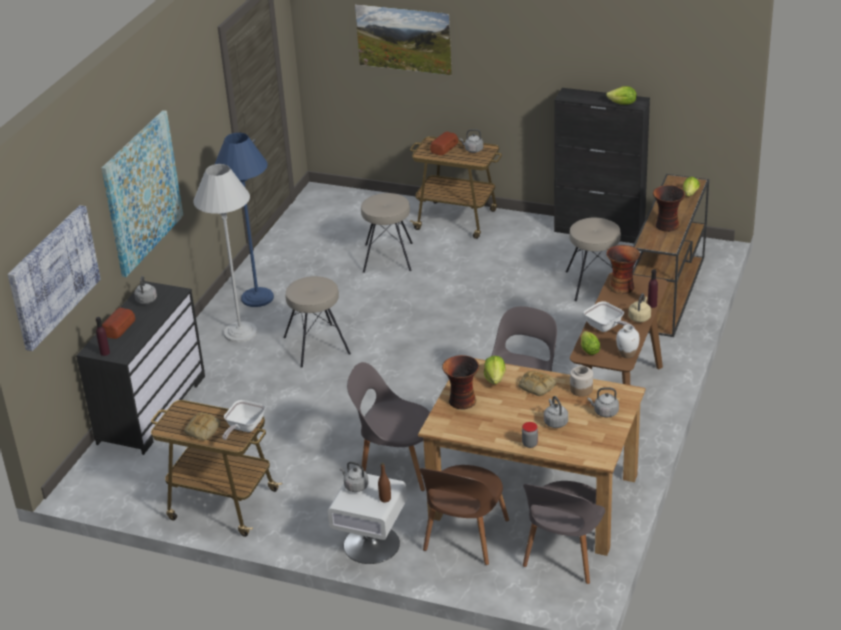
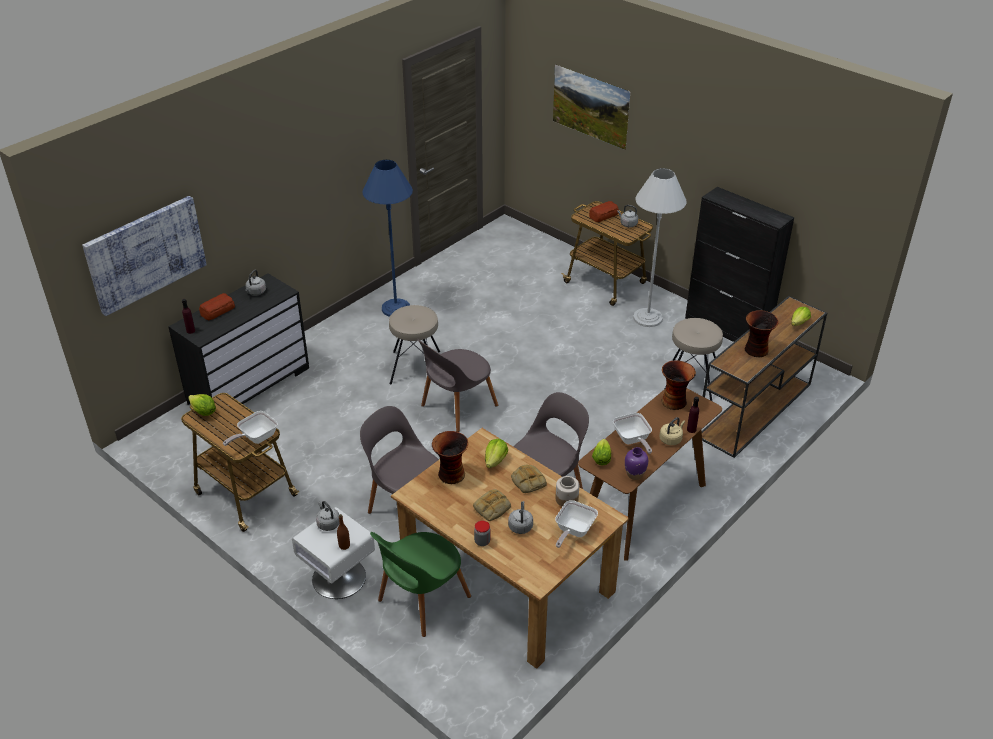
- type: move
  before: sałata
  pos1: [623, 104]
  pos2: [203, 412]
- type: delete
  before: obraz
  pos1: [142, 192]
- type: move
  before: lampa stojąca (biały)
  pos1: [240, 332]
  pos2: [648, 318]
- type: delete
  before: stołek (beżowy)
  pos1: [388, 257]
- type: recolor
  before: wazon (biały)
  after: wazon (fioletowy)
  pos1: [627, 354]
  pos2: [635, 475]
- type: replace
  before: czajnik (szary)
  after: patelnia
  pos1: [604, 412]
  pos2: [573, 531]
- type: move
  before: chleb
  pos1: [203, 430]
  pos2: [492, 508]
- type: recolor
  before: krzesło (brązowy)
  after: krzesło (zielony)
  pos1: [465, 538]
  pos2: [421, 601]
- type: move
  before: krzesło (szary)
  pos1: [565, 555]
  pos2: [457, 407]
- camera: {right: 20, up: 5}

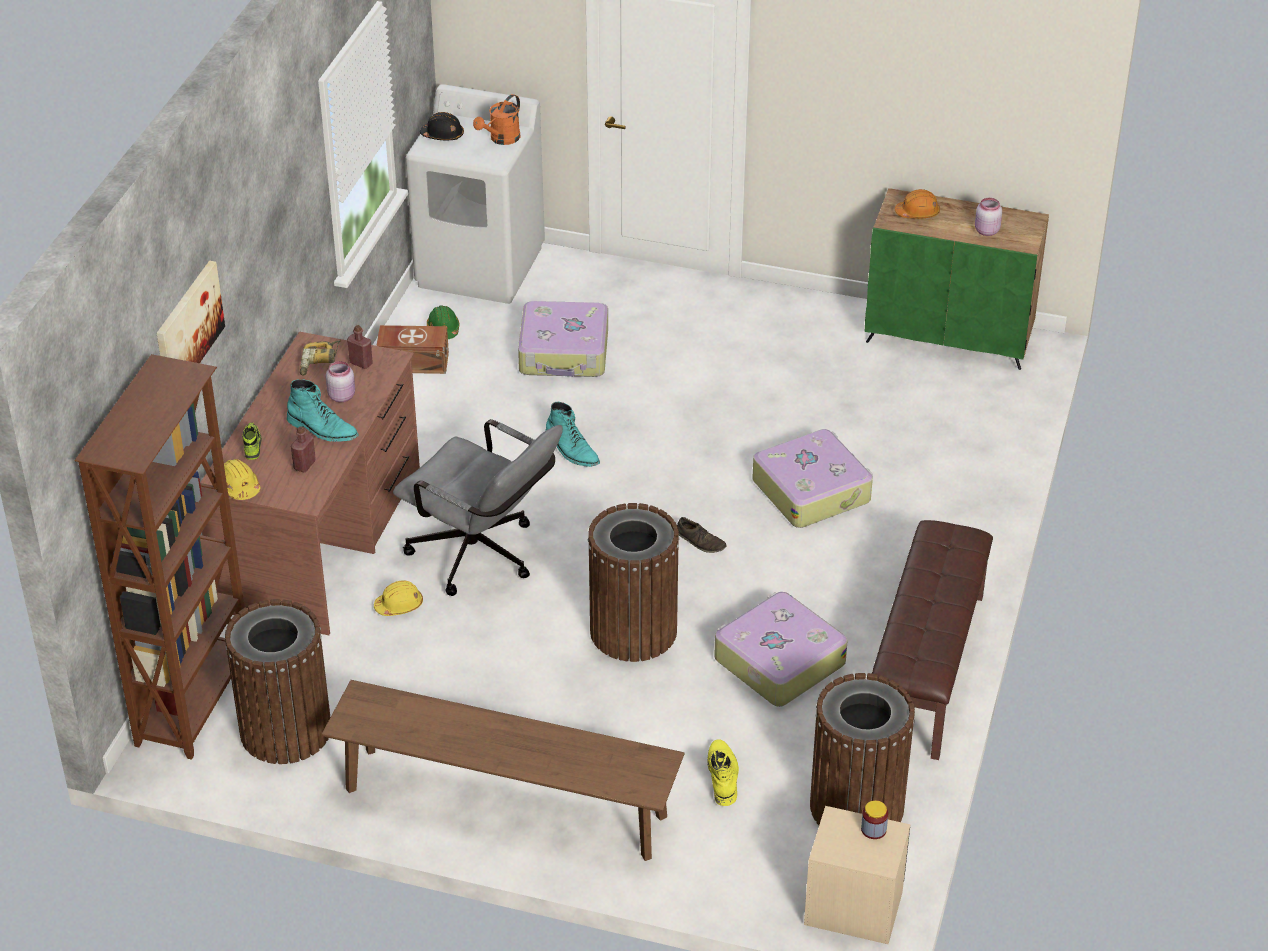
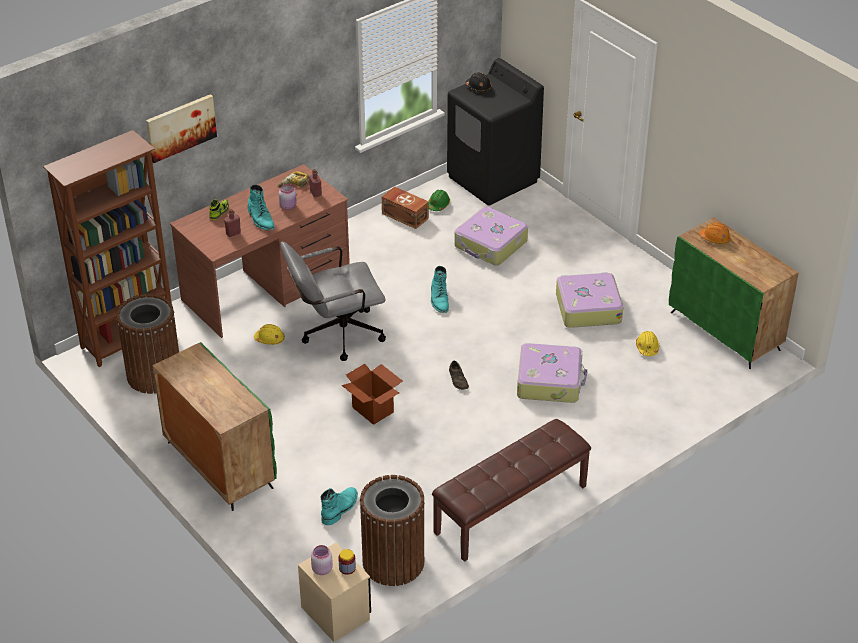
- type: recolor
  before: pralka (biały)
  after: pralka (czarny)
  pos1: [481, 267]
  pos2: [493, 179]
- type: delete
  before: konewka (pomarańczowy)
  pos1: [501, 139]
- type: move
  before: słoik (różowy)
  pos1: [986, 231]
  pos2: [321, 569]
- type: rotate
  before: krzesło biurowe (szary)
  pos1: [482, 558]
  pos2: [335, 334]
  turn: 90
- type: move
  before: kask (żółty)
  pos1: [238, 487]
  pos2: [647, 347]
- type: replace
  before: kosz na śmieci (brązowy)
  after: karton
  pos1: [633, 631]
  pos2: [373, 410]
- type: move
  before: walizka
  pos1: [778, 661]
  pos2: [587, 308]
- type: replace
  before: ławka (brązowy)
  after: szafka (zielony)
  pos1: [505, 803]
  pos2: [219, 464]
- type: recolor
  before: but z cholewką (żółty)
  after: but z cholewką (turkusowy)
  pos1: [722, 776]
  pos2: [340, 508]
- camera: {right: 35, up: 0}

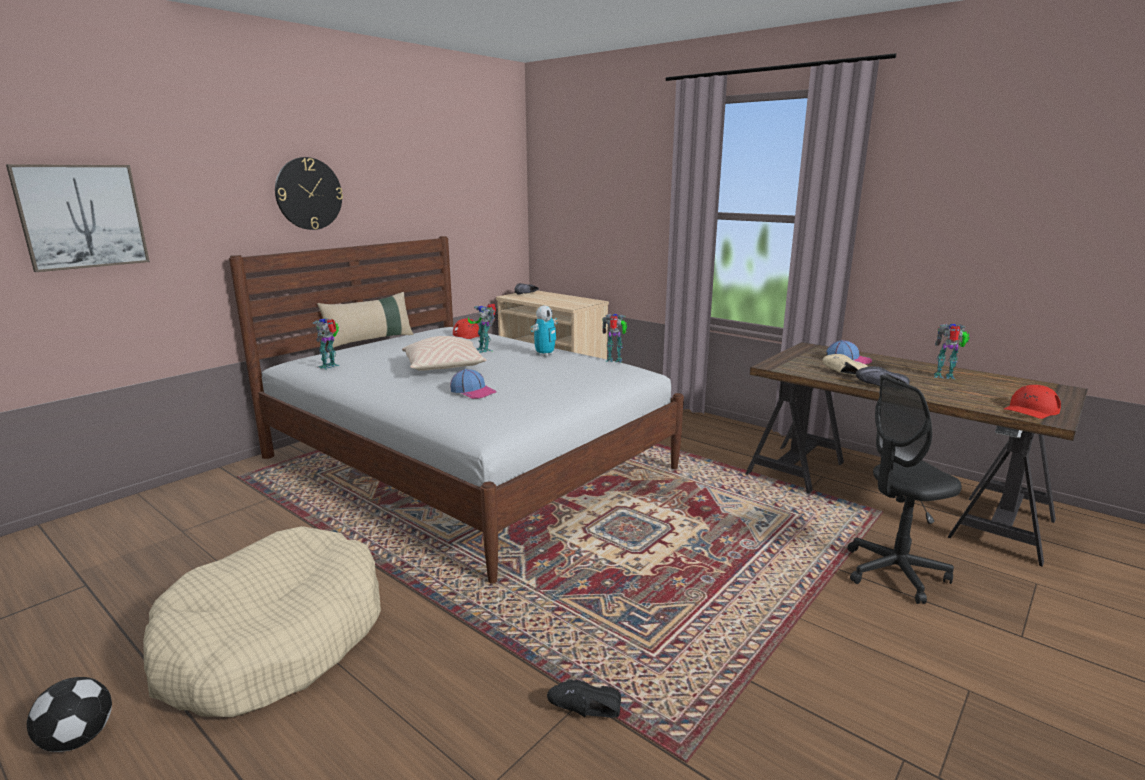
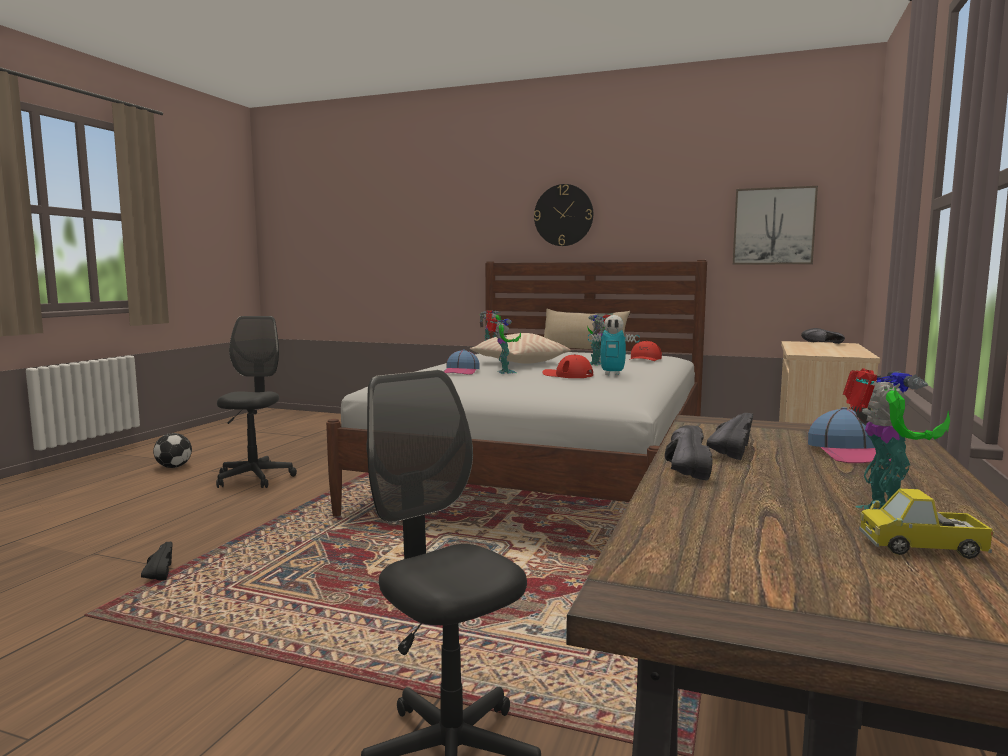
- type: move
  before: obraz
  pos1: [82, 216]
  pos2: [773, 226]
- type: move
  before: robot zabawkowy
  pos1: [615, 360]
  pos2: [504, 372]
- type: recolor
  before: but (beżowy)
  after: but (czarny)
  pos1: [843, 374]
  pos2: [728, 450]
- type: move
  before: czapka z daszkiem (czerwony)
  pos1: [1031, 410]
  pos2: [567, 375]
- type: replace
  before: legowisko (beżowy)
  after: krzesło biurowe (czarny)
  pos1: [274, 640]
  pos2: [254, 478]
- type: insert
  after: ciężarówka zabawkowa
  pos2: [921, 547]
- camera: {right: 70, up: -10}

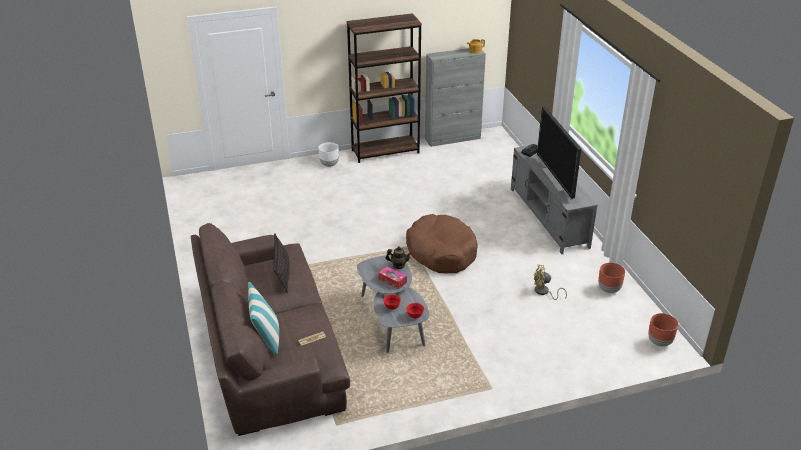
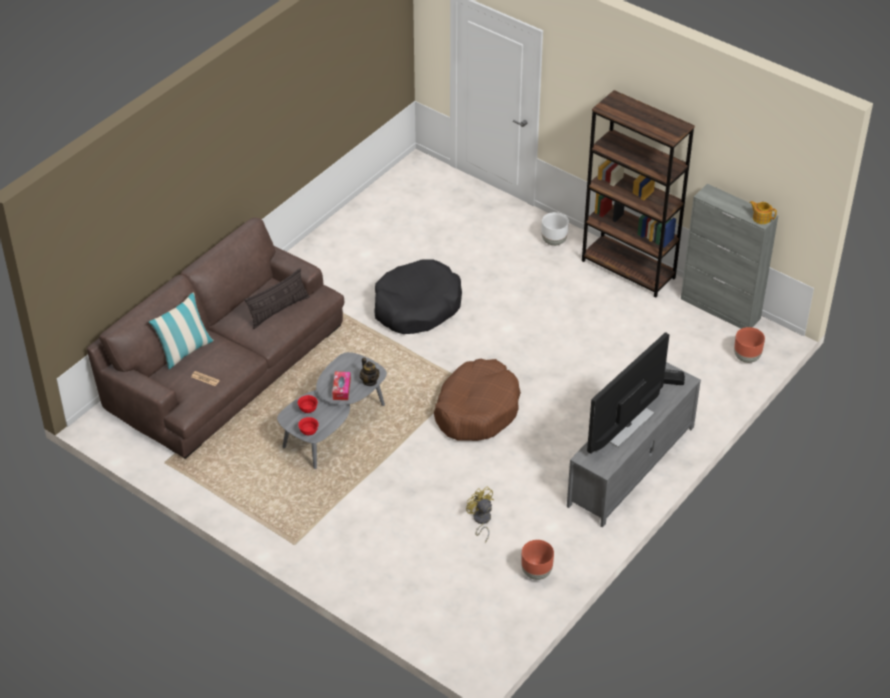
- type: move
  before: donica (brązowy)
  pos1: [660, 342]
  pos2: [747, 358]
- type: insert
  after: legowisko (czarny)
  pos2: [416, 307]
- camera: {right: 55, up: 10}

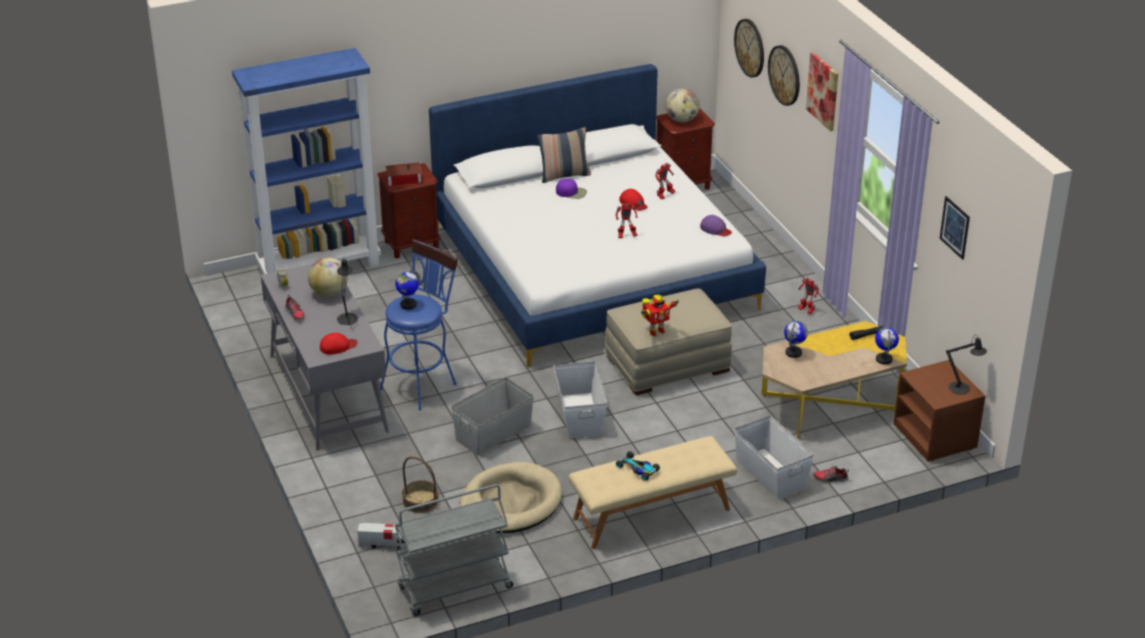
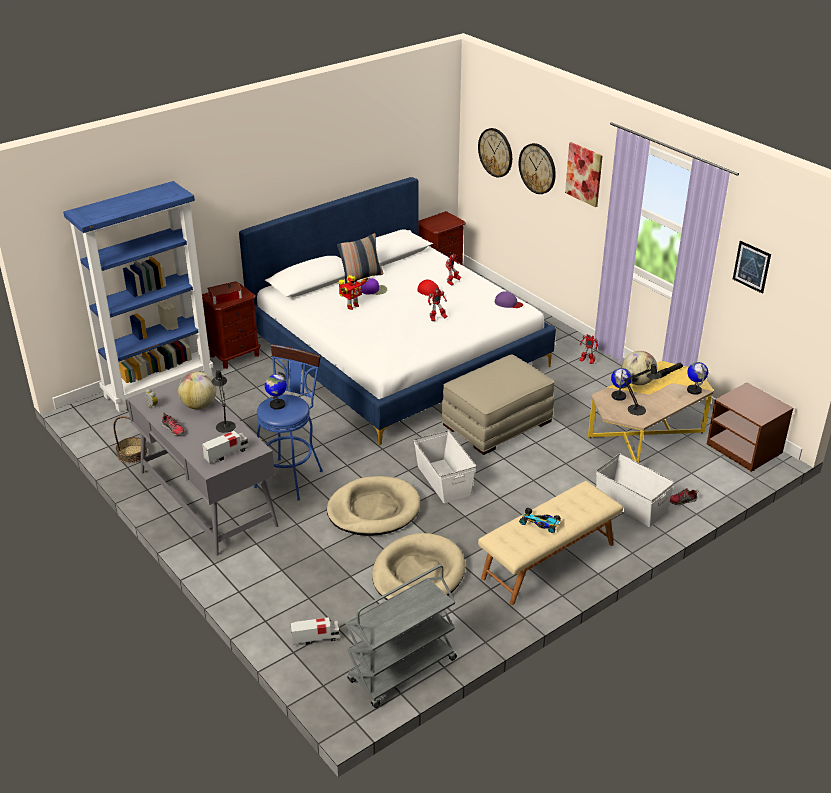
- type: move
  before: globus
  pos1: [682, 120]
  pos2: [637, 382]
- type: move
  before: robot zabawkowy
  pos1: [656, 331]
  pos2: [352, 306]
- type: replace
  before: czapka z daszkiem (czerwony)
  after: ciężarówka zabawkowa
  pos1: [338, 346]
  pos2: [226, 454]
- type: move
  before: lampa stołowa (czarny)
  pos1: [962, 389]
  pos2: [639, 410]
- type: replace
  before: pojemnik do przechowywania (szary)
  after: legowisko (beżowy)
  pos1: [493, 432]
  pos2: [373, 510]
- type: move
  before: koszyk
  pos1: [420, 501]
  pos2: [132, 454]
- camera: {right: -15, up: 0}

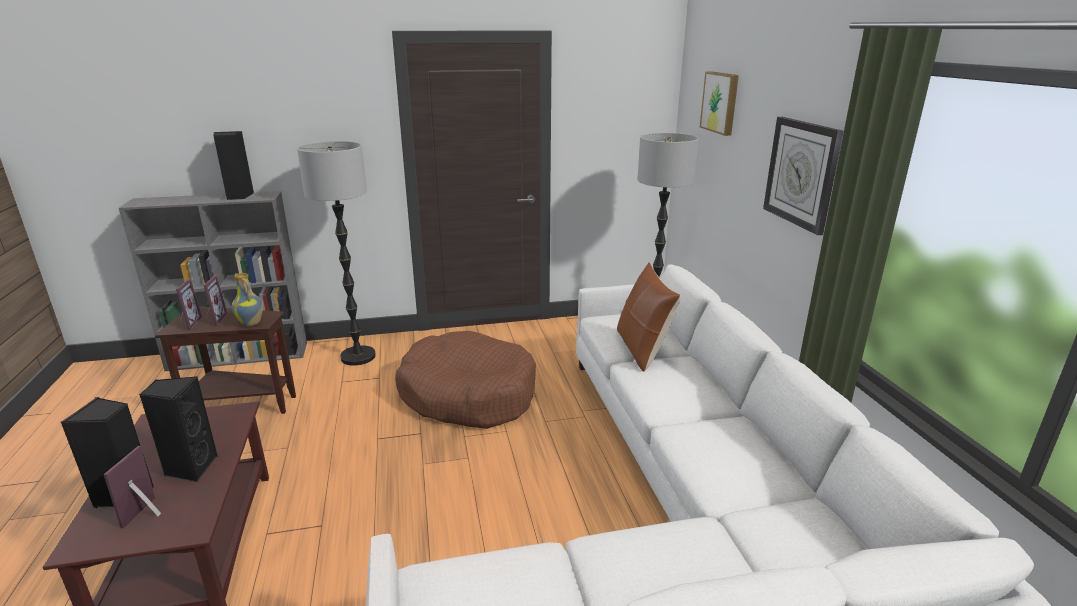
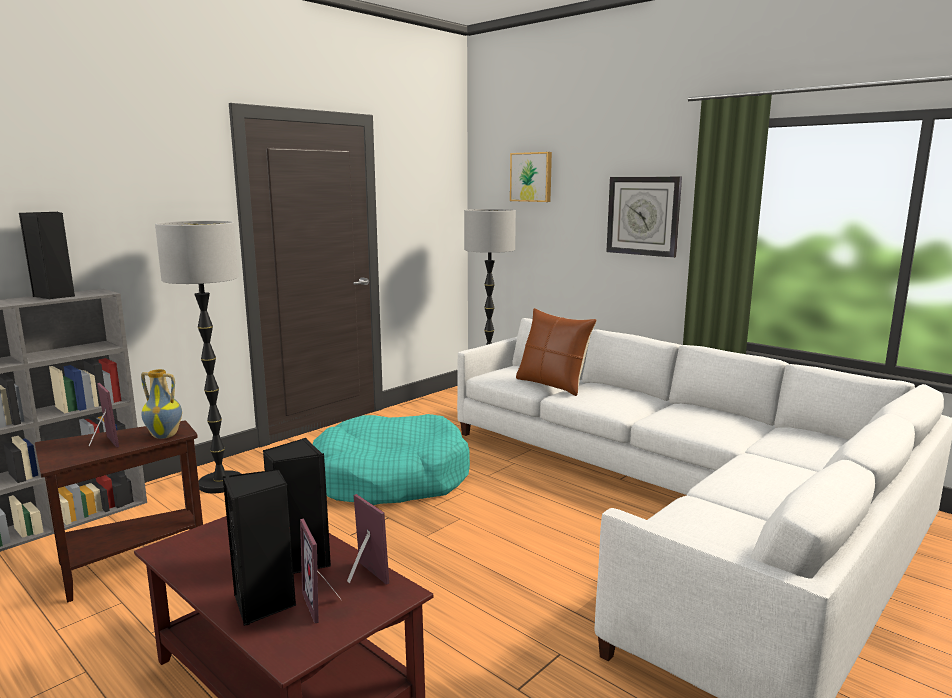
- type: move
  before: ramka na zdjęcie
  pos1: [187, 323]
  pos2: [362, 577]
- type: recolor
  before: legowisko (brązowy)
  after: legowisko (turkusowy)
  pos1: [468, 394]
  pos2: [390, 478]
- camera: {right: -35, up: -10}

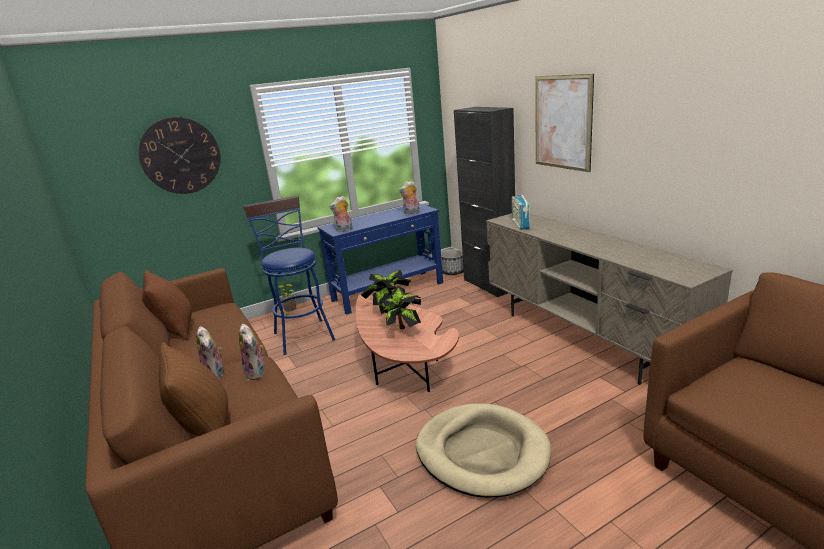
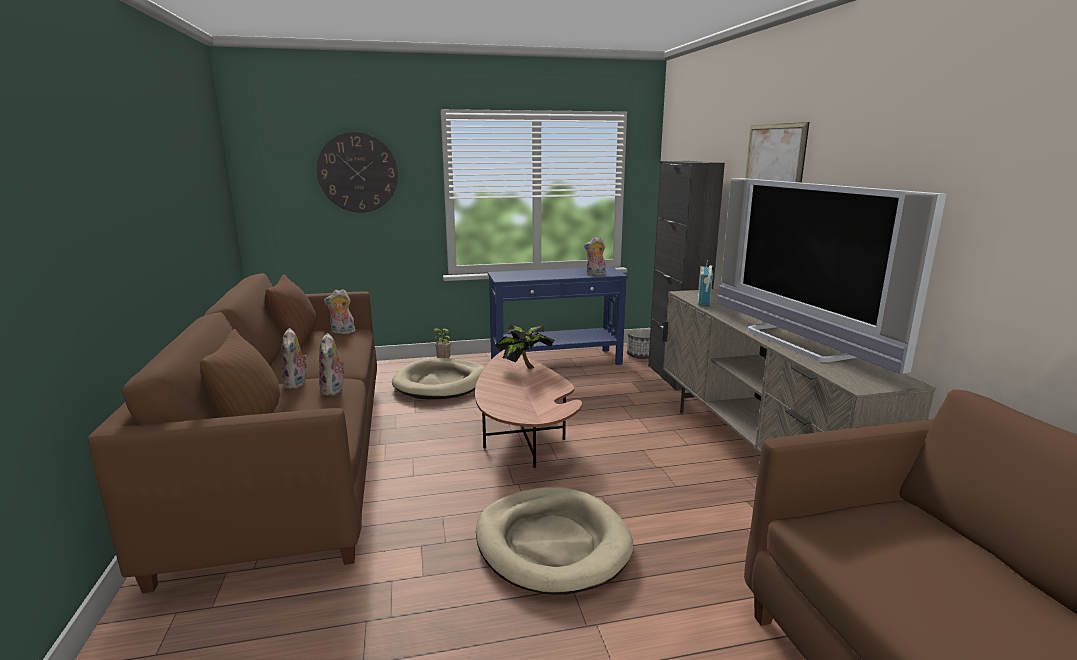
- type: replace
  before: stołek (niebieski)
  after: legowisko (beżowy)
  pos1: [302, 334]
  pos2: [441, 383]
- type: move
  before: pluszak
  pos1: [344, 230]
  pos2: [342, 332]
- type: delete
  before: roślina doniczkowa
  pos1: [402, 331]
- type: insert
  after: telewizor
  pos2: [798, 343]
- camera: {right: 15, up: -5}

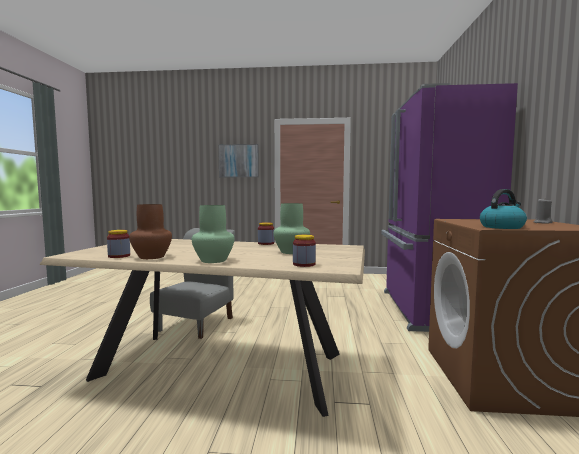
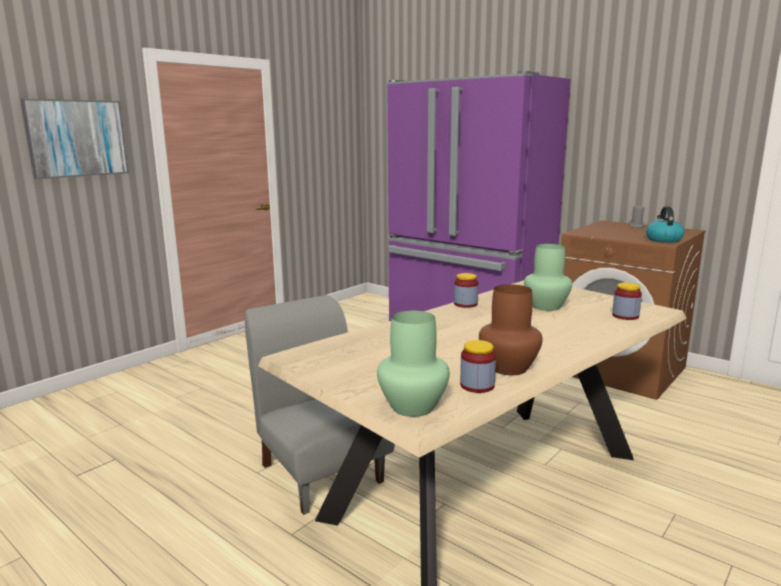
- type: move
  before: wazon (zielony)
  pos1: [213, 260]
  pos2: [413, 407]
- camera: {right: -55, up: 10}

